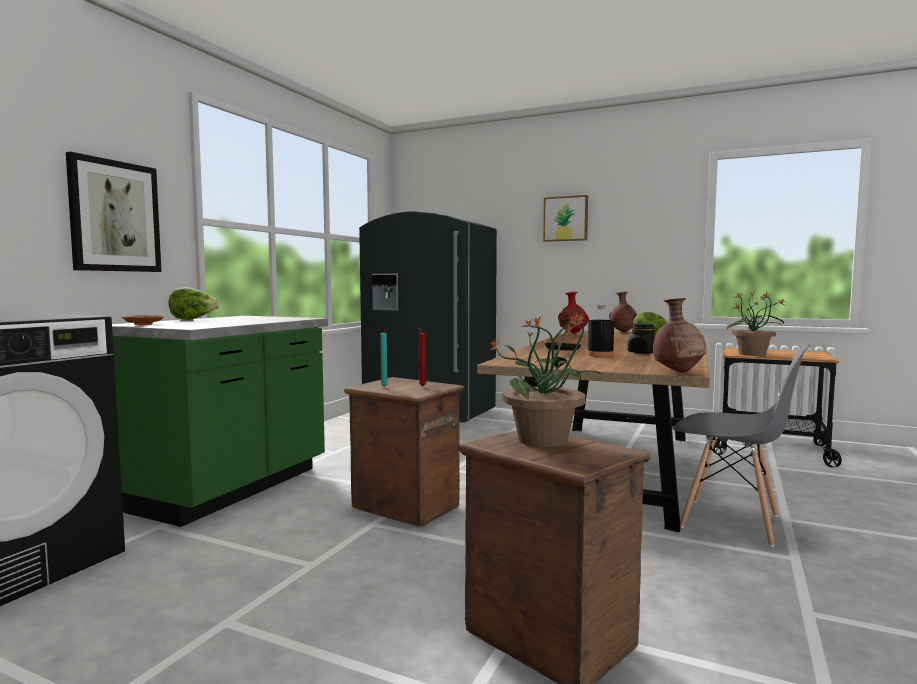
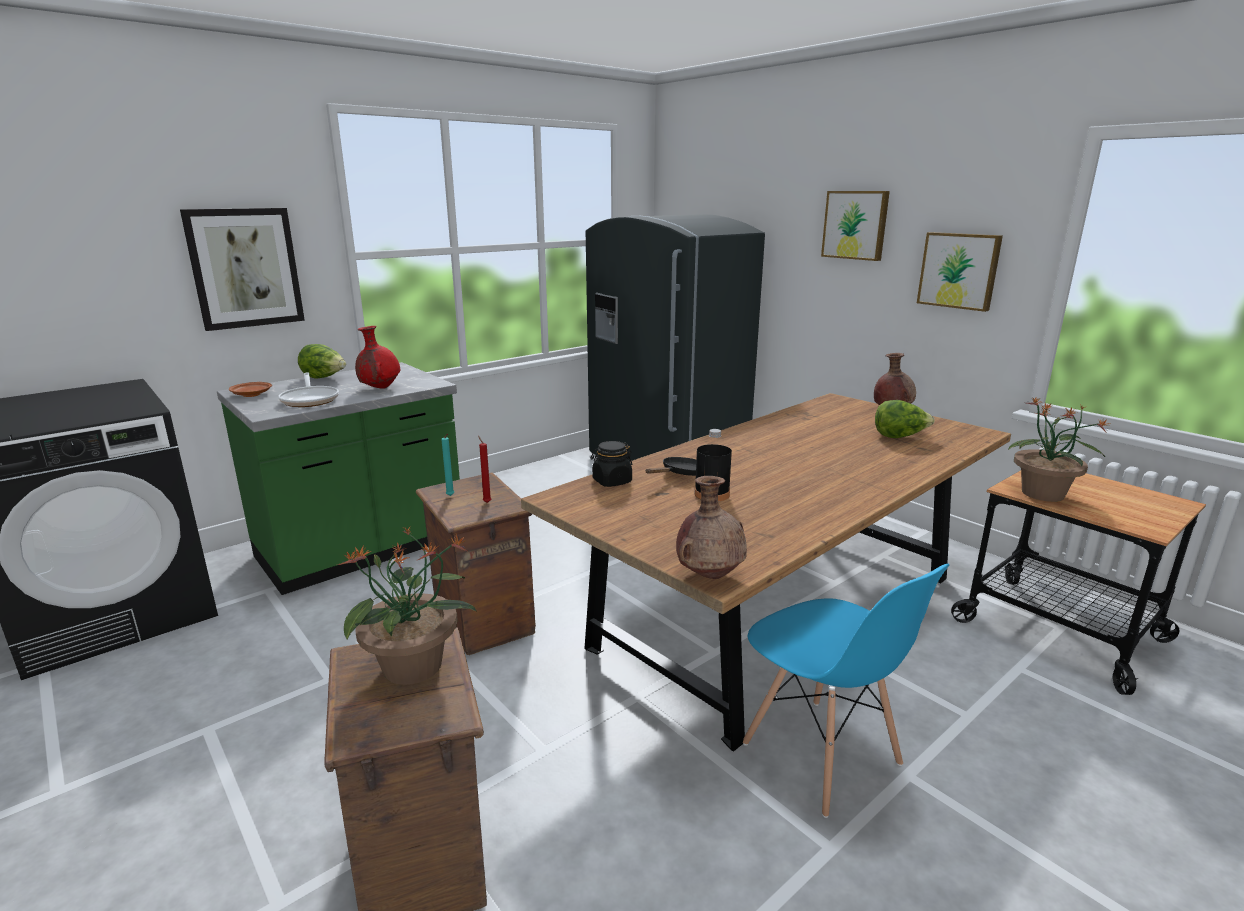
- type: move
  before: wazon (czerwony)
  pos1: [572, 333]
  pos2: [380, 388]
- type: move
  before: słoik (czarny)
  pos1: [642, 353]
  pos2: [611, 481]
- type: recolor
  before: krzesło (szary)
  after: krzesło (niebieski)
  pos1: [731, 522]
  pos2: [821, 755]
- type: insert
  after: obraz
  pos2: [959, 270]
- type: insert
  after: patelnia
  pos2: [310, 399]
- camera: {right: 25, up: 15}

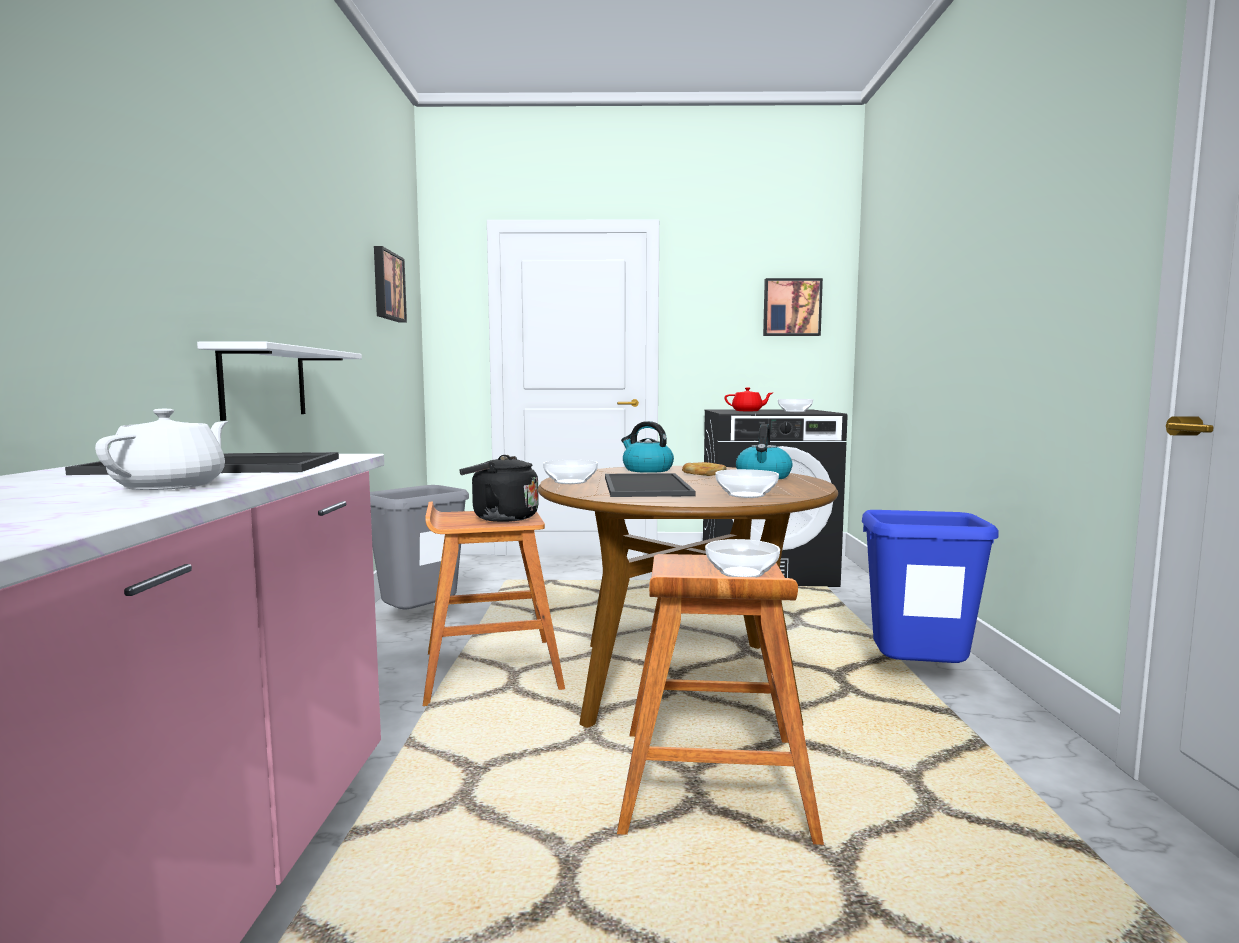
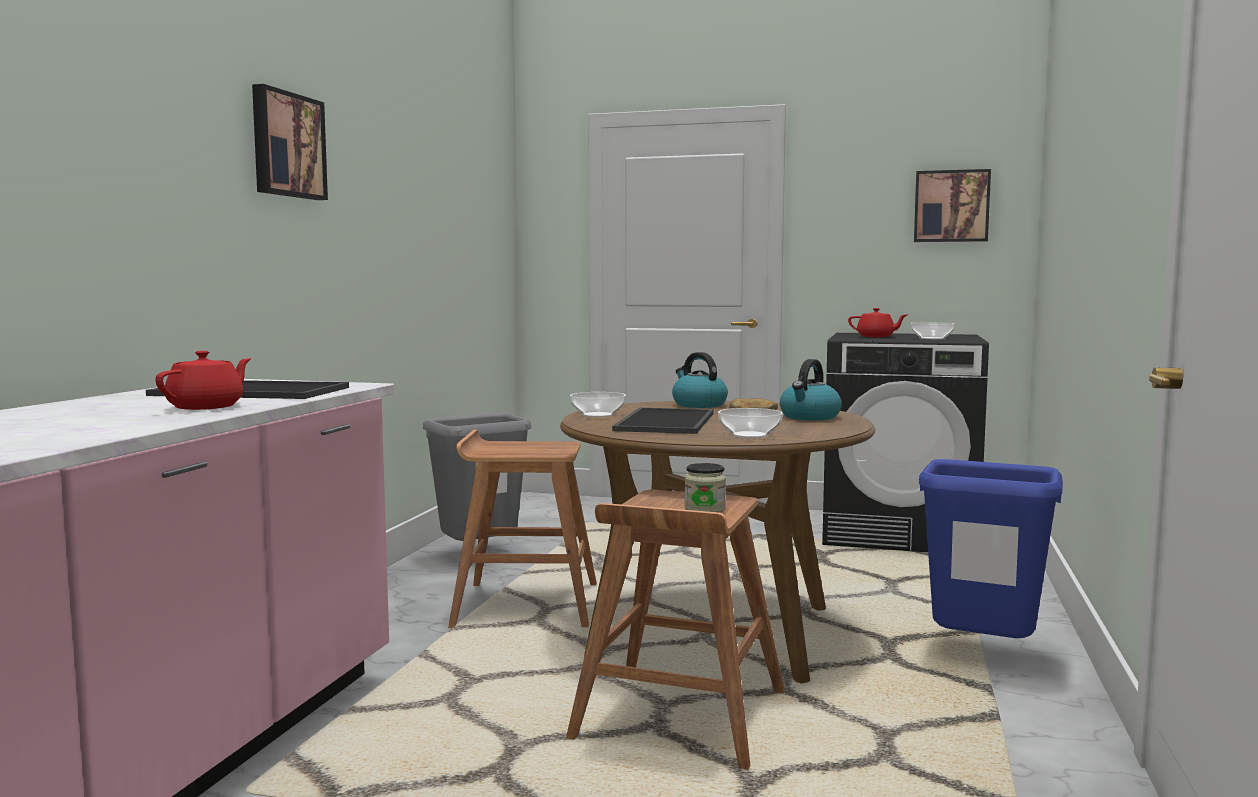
- type: move
  before: obraz
  pos1: [387, 286]
  pos2: [286, 145]
- type: delete
  before: półka (biały)
  pos1: [264, 382]
- type: recolor
  before: imbryk (biały)
  after: imbryk (czerwony)
  pos1: [172, 486]
  pos2: [207, 407]
- type: delete
  before: czajnik (czarny)
  pos1: [500, 518]
- type: replace
  before: miska
  after: słoik
  pos1: [742, 573]
  pos2: [705, 509]
- camera: {right: 15, up: 0}

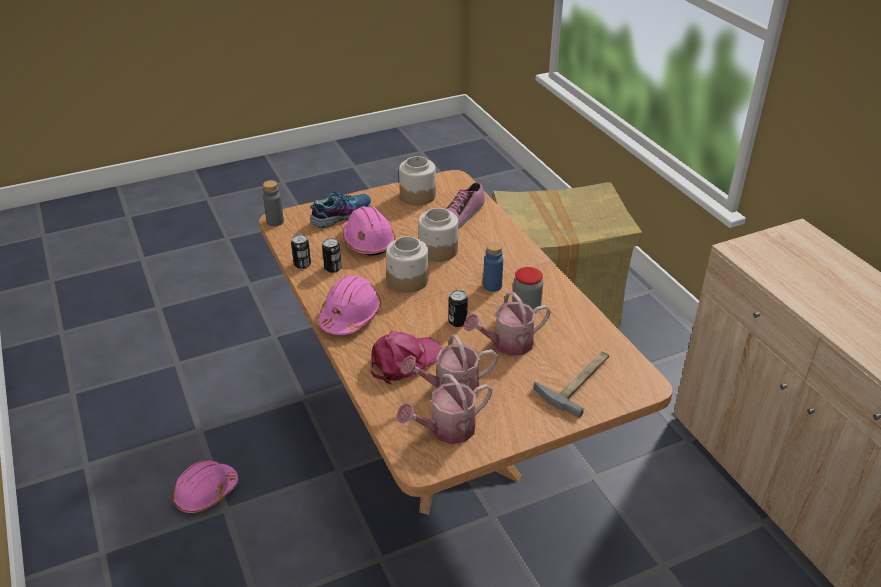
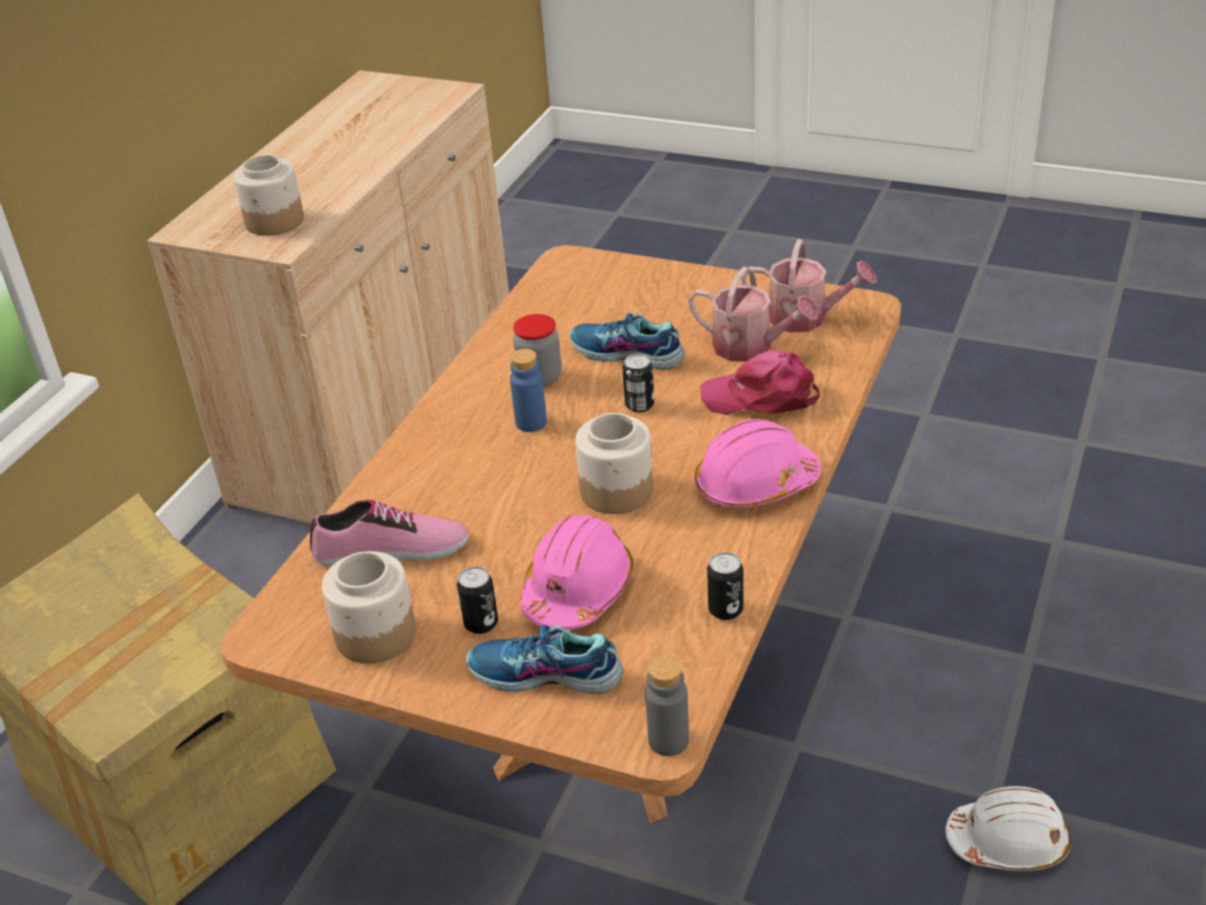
- type: move
  before: słoik
  pos1: [437, 250]
  pos2: [275, 222]
- type: move
  before: puszka
  pos1: [333, 268]
  pos2: [481, 623]
- type: replace
  before: konewka
  after: but
  pos1: [507, 344]
  pos2: [627, 355]
- type: delete
  before: młotek
  pos1: [578, 380]
- type: recolor
  before: kask (różowy)
  after: kask (biały)
  pos1: [206, 493]
  pos2: [1008, 842]
- camera: {right: -130, up: 0}

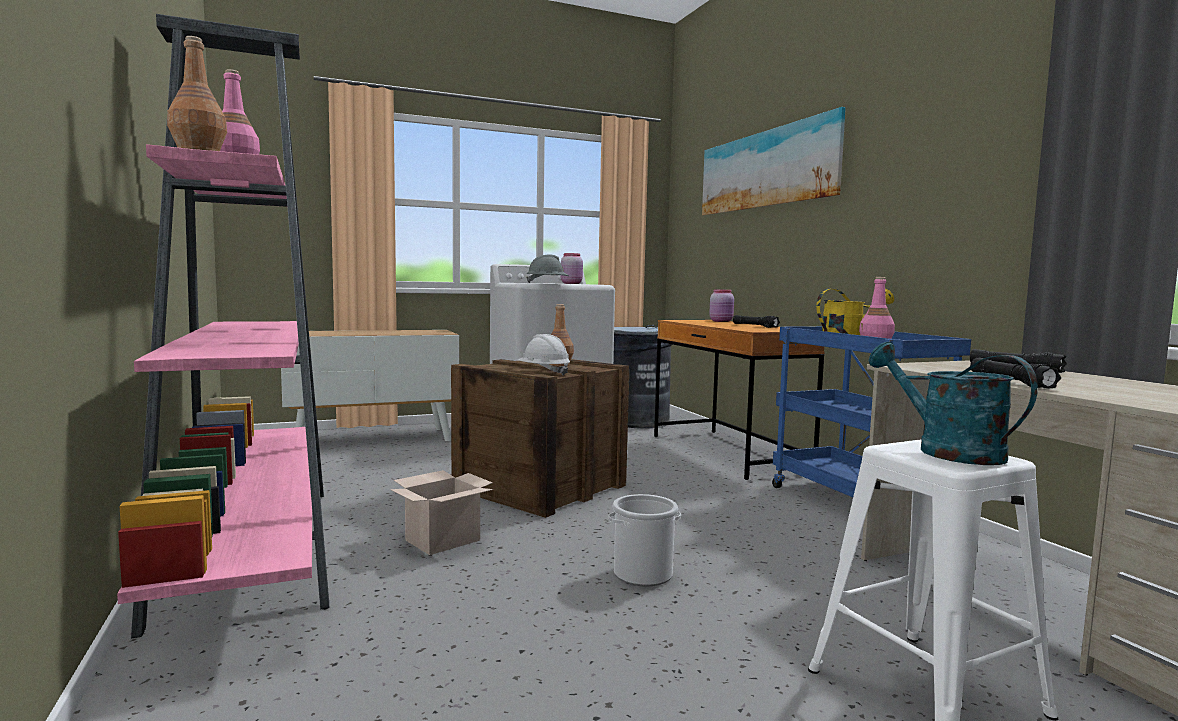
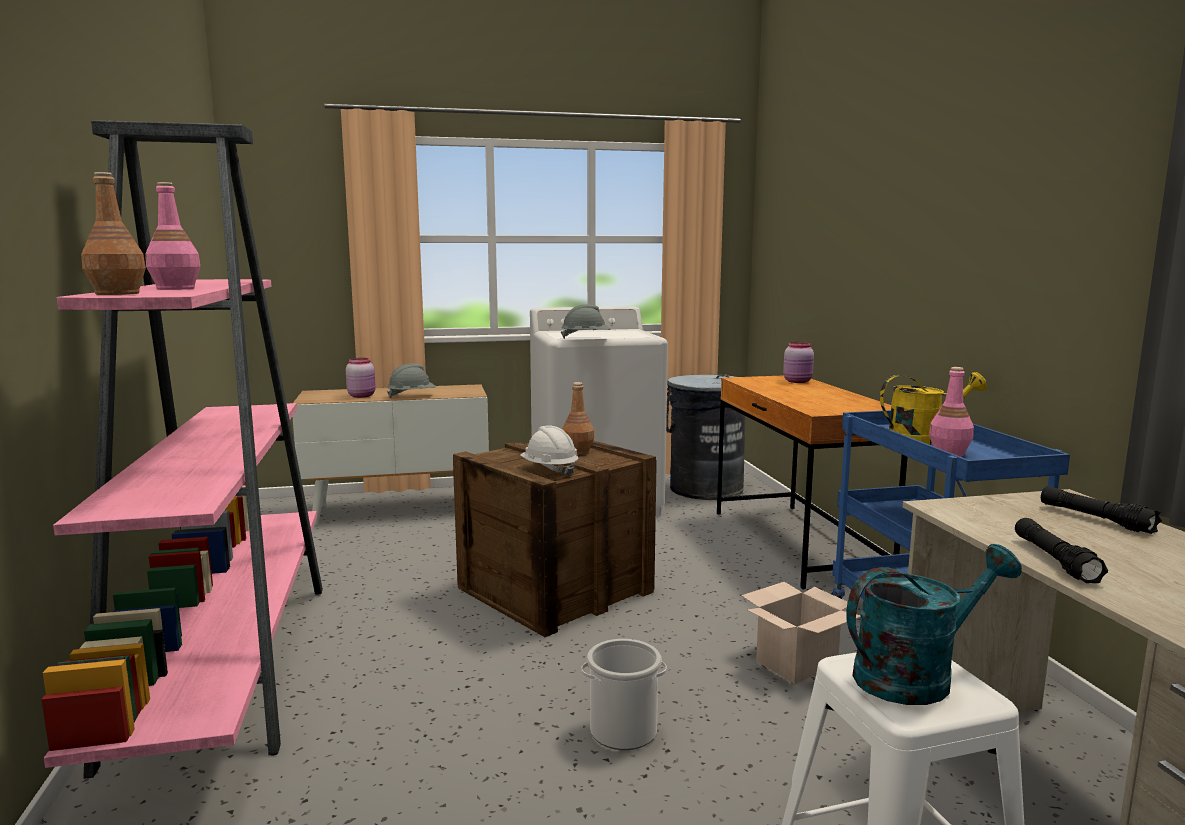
- type: delete
  before: obraz
  pos1: [767, 170]
- type: move
  before: słoik (różowy)
  pos1: [571, 283]
  pos2: [362, 396]
- type: delete
  before: latarka (czarny)
  pos1: [755, 326]
- type: rotate
  before: konewka (turkusowy)
  pos1: [946, 451]
  pos2: [916, 675]
  turn: 90
- type: move
  before: karton
  pos1: [443, 539]
  pos2: [797, 662]
- type: insert
  after: kask (szary)
  pos2: [412, 396]
- camera: {right: 10, up: 5}

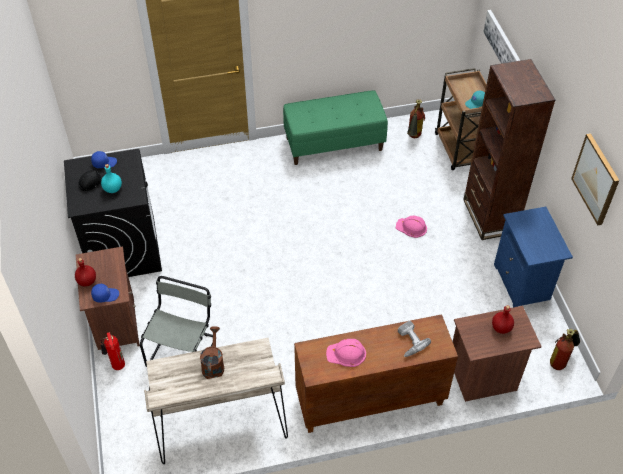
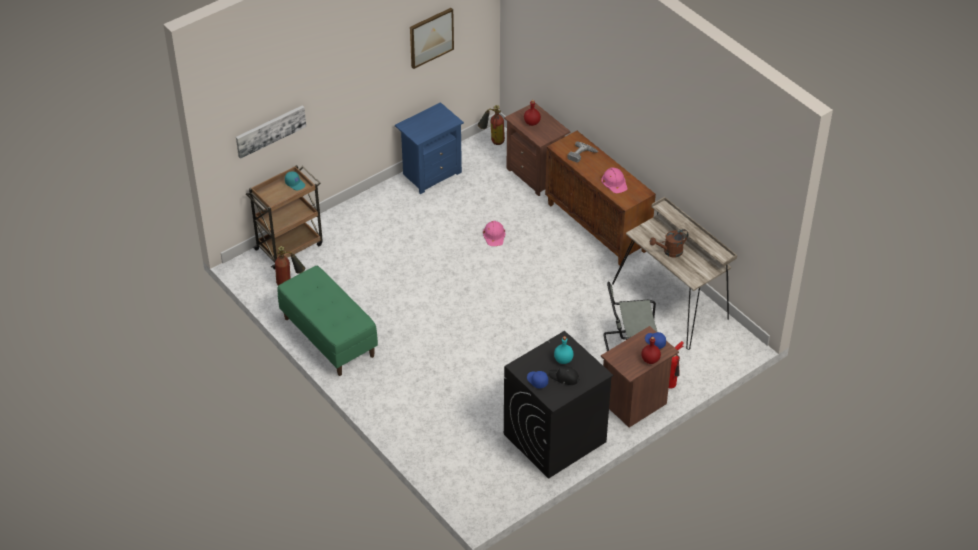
- type: delete
  before: regał (brązowy)
  pos1: [489, 216]
- type: move
  before: kask (różowy)
  pos1: [411, 227]
  pos2: [494, 235]
- camera: {right: -115, up: -5}

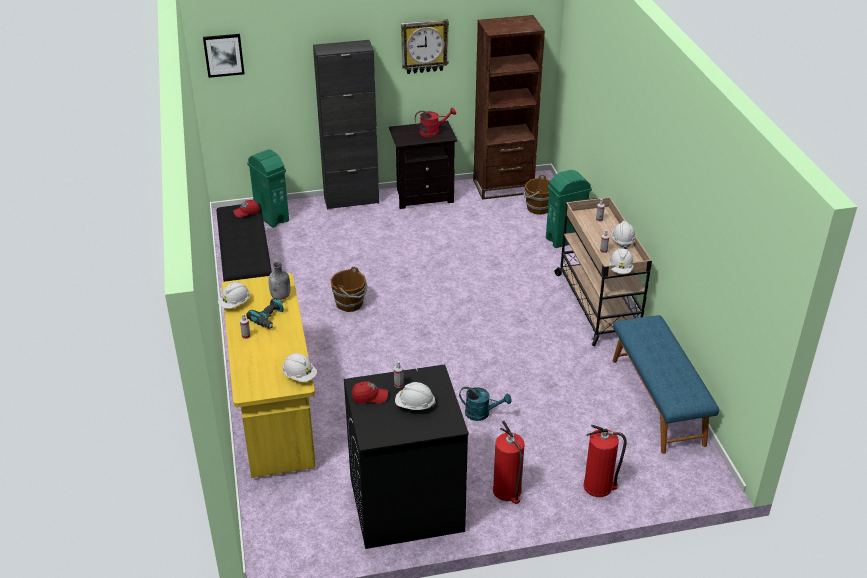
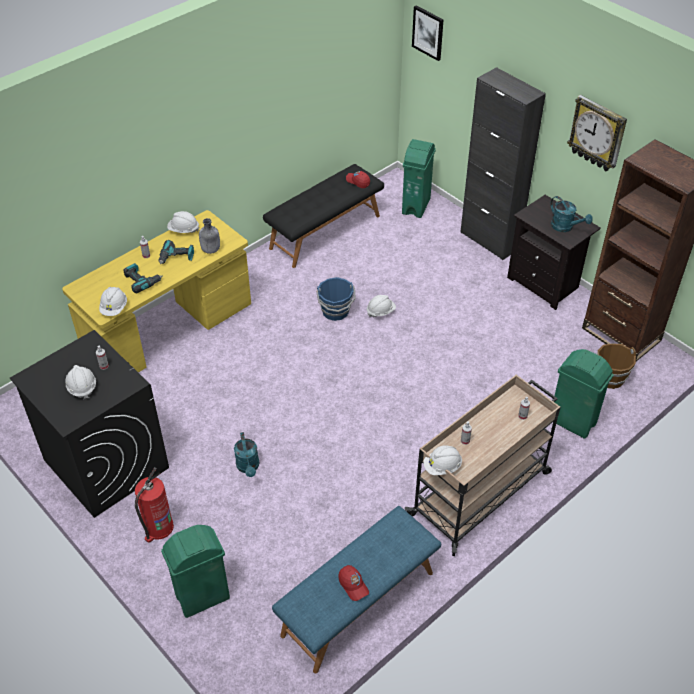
- type: recolor
  before: konewka (czerwony)
  after: konewka (turkusowy)
  pos1: [433, 132]
  pos2: [565, 227]
- type: move
  before: kask (biały)
  pos1: [622, 241]
  pos2: [380, 311]
- type: recolor
  before: wiadro (brązowy)
  after: wiadro (niebieski)
  pos1: [350, 304]
  pos2: [336, 311]
- type: move
  before: czapka z daszkiem (czerwony)
  pos1: [370, 397]
  pos2: [353, 585]
- type: replace
  before: gaśnica
  after: kosz na śmieci (zielony)
  pos1: [598, 486]
  pos2: [202, 597]
- type: insert
  after: wiertarka
  pos2: [142, 281]
- camera: {right: 60, up: 10}

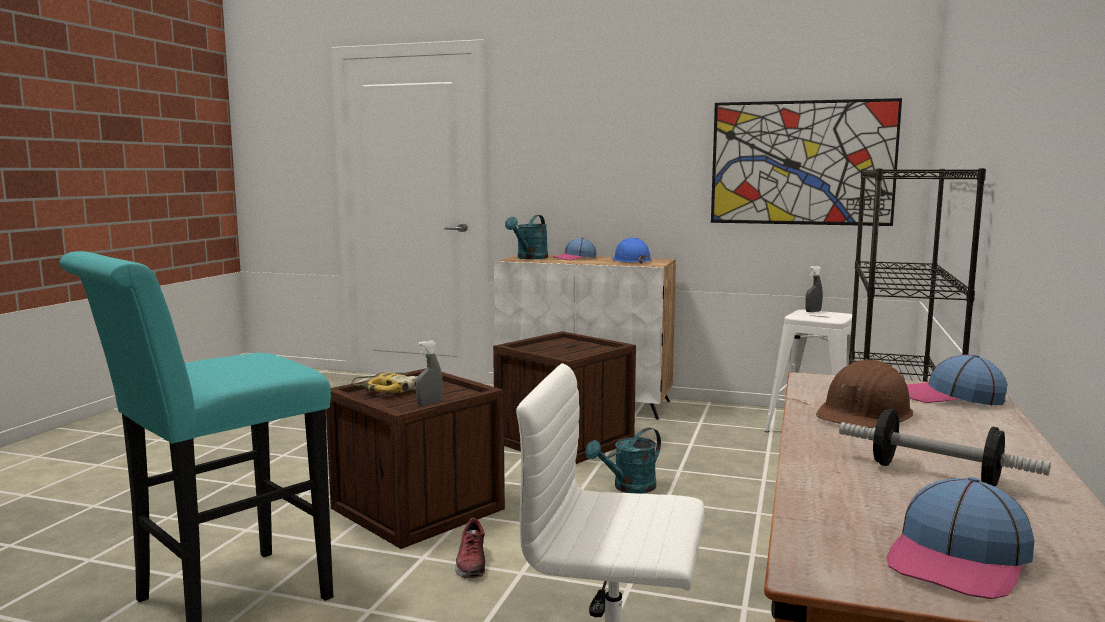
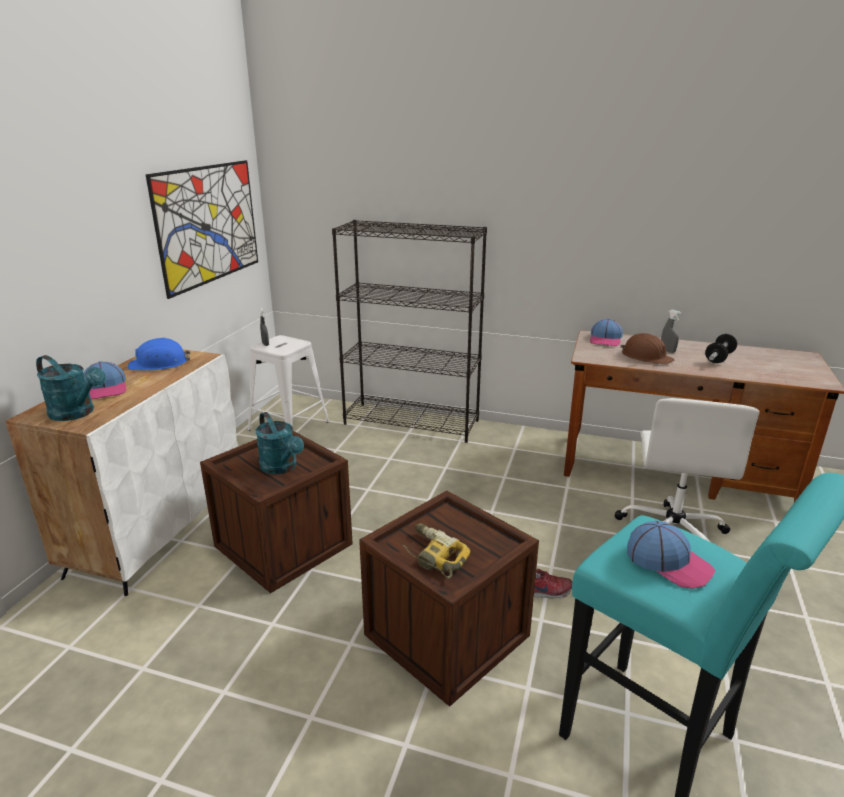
- type: move
  before: spryskiwacz (szary)
  pos1: [429, 404]
  pos2: [667, 351]
- type: move
  before: konewka (turkusowy)
  pos1: [628, 488]
  pos2: [282, 467]
- type: move
  before: czapka z daszkiem
  pos1: [959, 560]
  pos2: [669, 562]
- camera: {right: -90, up: 15}

